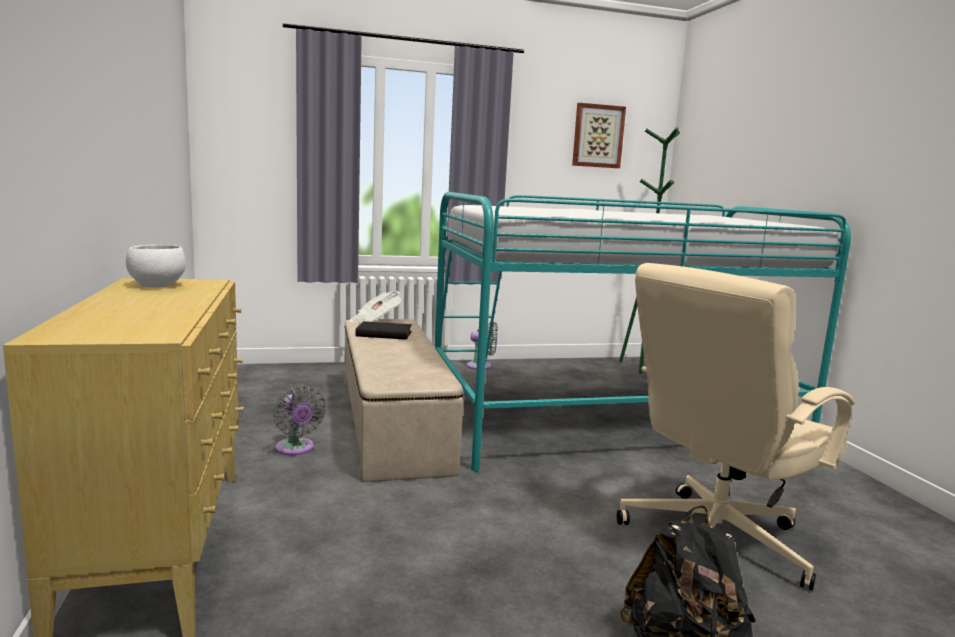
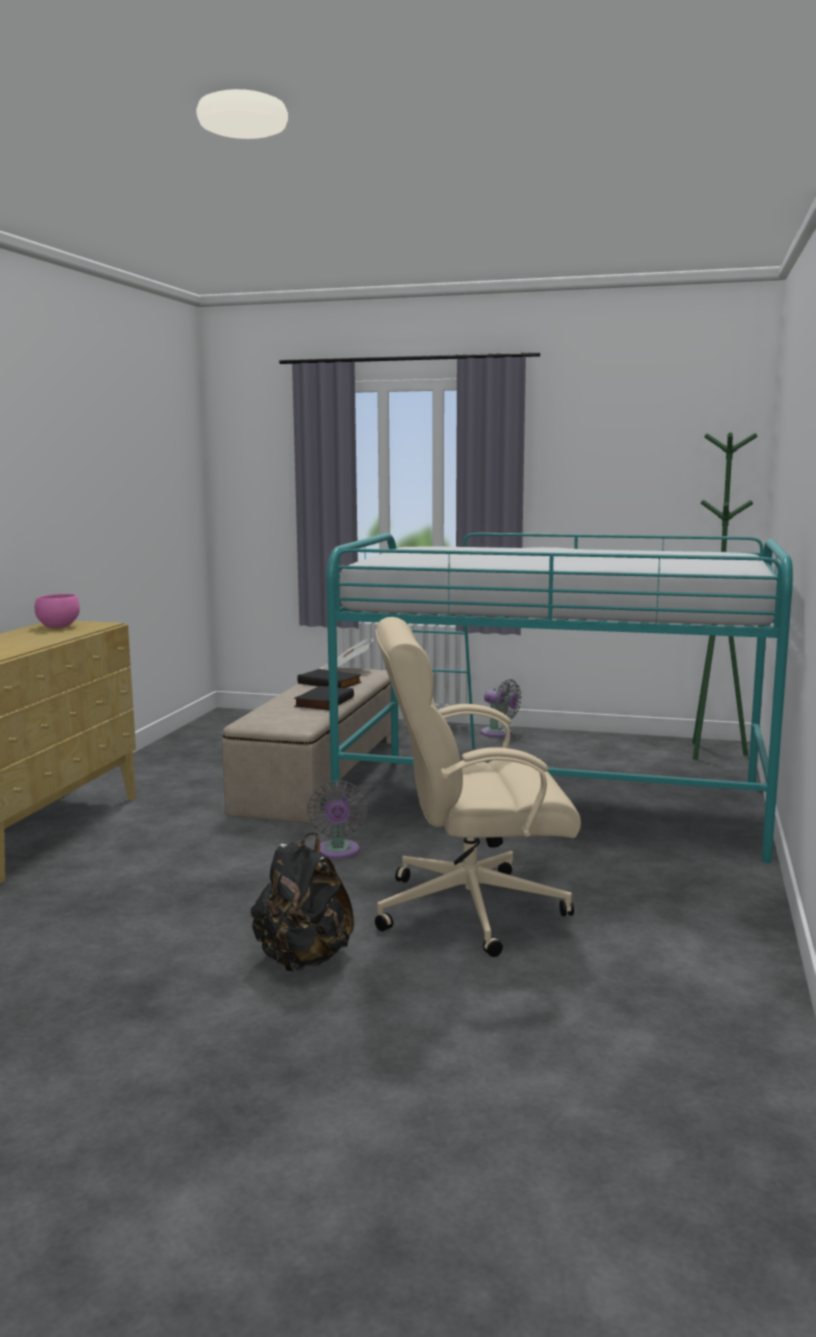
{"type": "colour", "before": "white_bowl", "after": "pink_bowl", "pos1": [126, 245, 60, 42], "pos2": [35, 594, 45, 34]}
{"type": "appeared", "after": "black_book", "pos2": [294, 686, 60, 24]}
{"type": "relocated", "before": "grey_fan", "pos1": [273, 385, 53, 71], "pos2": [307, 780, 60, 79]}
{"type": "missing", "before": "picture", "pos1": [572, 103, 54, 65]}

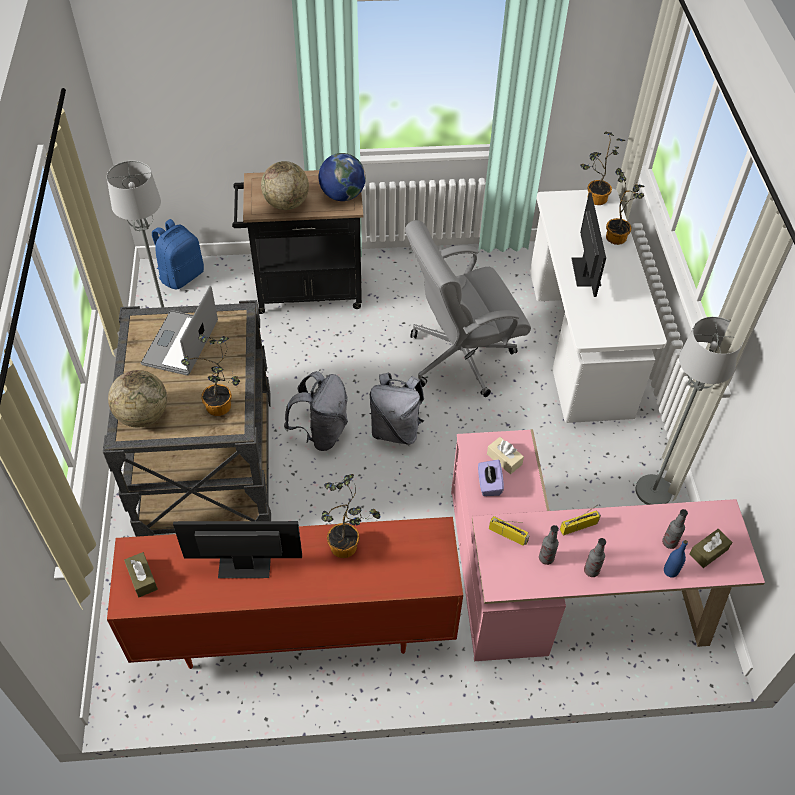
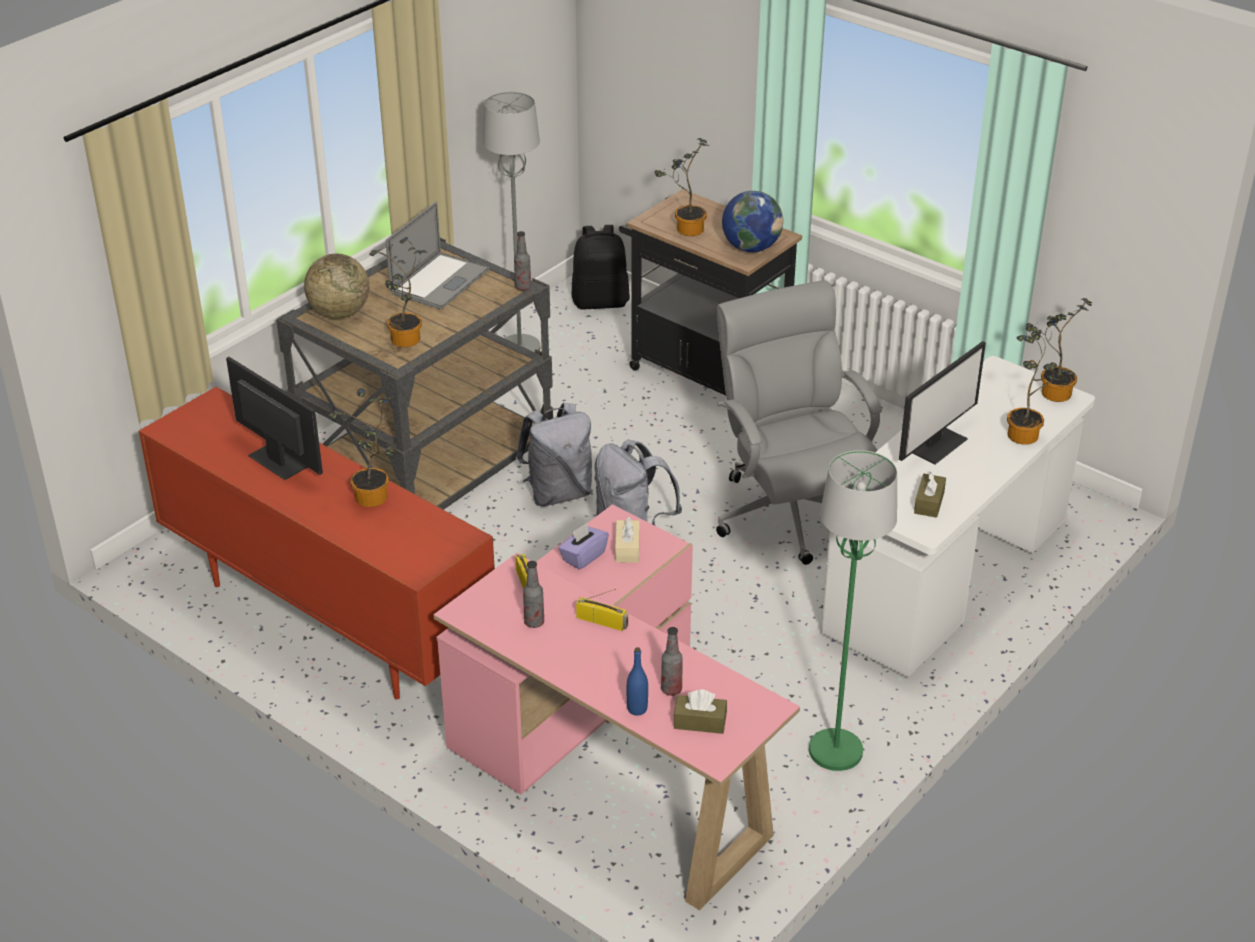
{"type": "spun", "before": "laptop", "pos1": [141, 286, 77, 90], "pos2": [386, 201, 103, 108], "turn": 150}
{"type": "relocated", "before": "bottle", "pos1": [584, 538, 22, 39], "pos2": [514, 231, 17, 60]}
{"type": "colour", "before": "blue_backpack", "after": "black_backpack", "pos1": [152, 219, 52, 70], "pos2": [572, 225, 58, 85]}
{"type": "exchanged", "before": "globe", "after": "potted_plant", "pos1": [261, 161, 48, 49], "pos2": [655, 138, 54, 98]}
{"type": "spun", "before": "grey_office_chair", "pos1": [405, 220, 126, 177], "pos2": [716, 280, 166, 285], "turn": 45}
{"type": "colour", "before": "grey_floor_lamp", "after": "green_floor_lamp", "pos1": [635, 317, 108, 188], "pos2": [809, 450, 88, 321]}
{"type": "relocated", "before": "brown_tissue_box", "pos1": [124, 552, 34, 45], "pos2": [914, 471, 32, 47]}

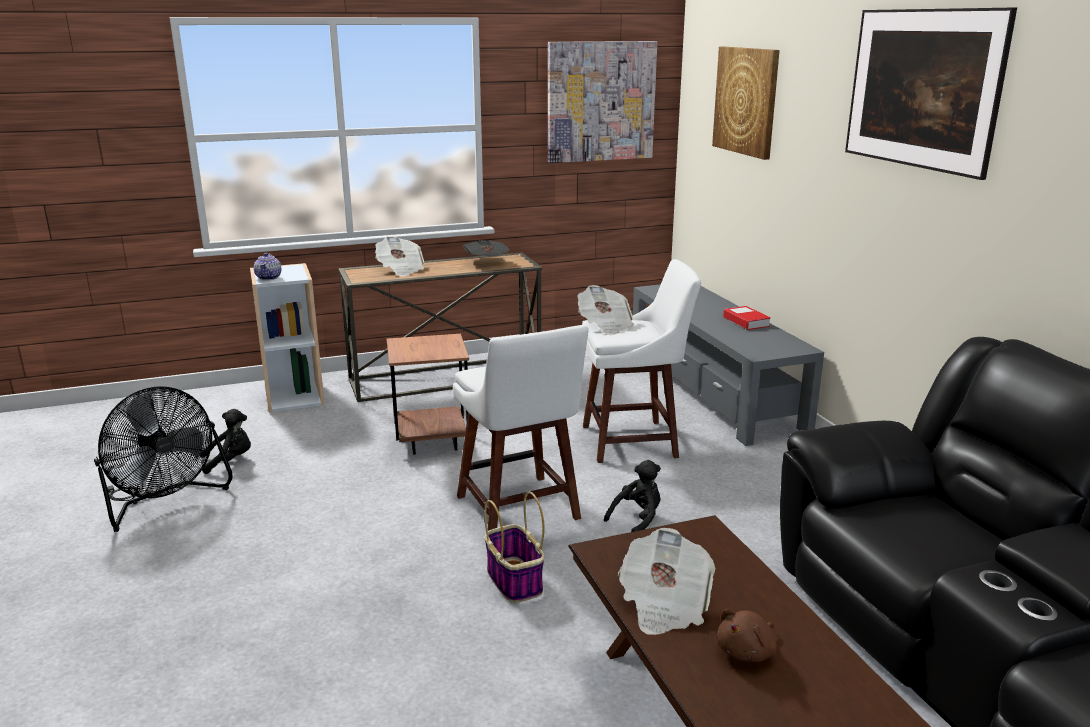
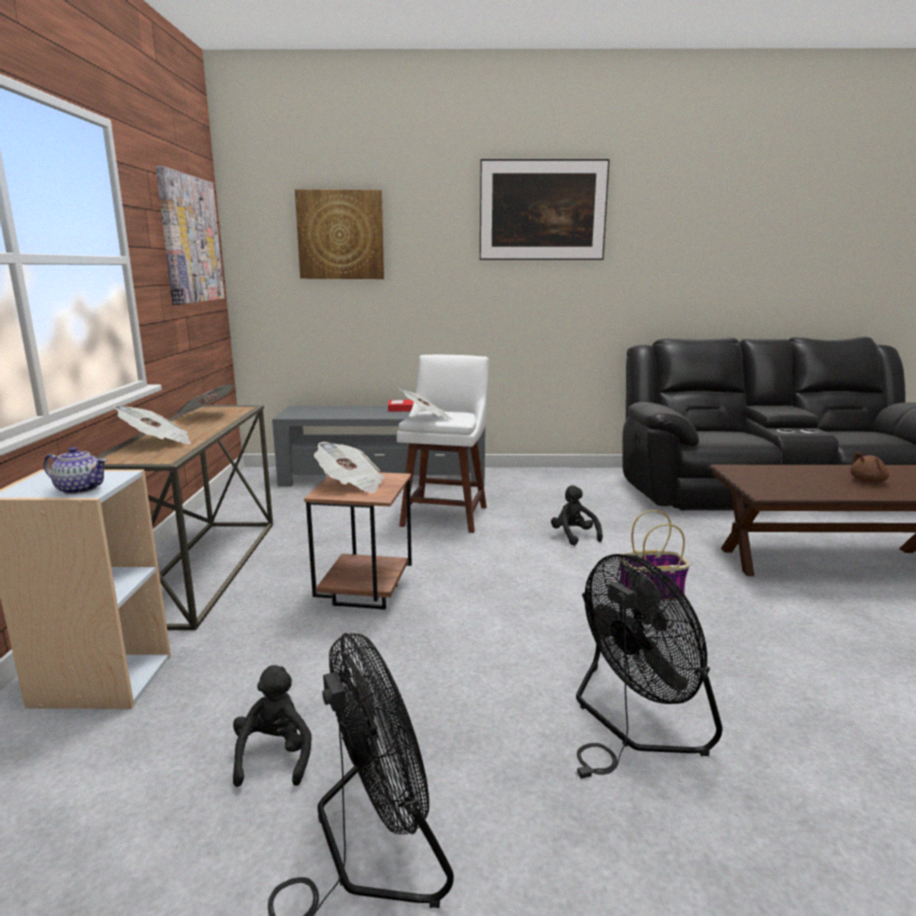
{"type": "relocated", "before": "newspaper", "pos1": [618, 528, 98, 107], "pos2": [314, 442, 71, 51]}
{"type": "appeared", "after": "black_fan", "pos2": [575, 554, 148, 225]}
{"type": "spun", "before": "brown_plush_toy", "pos1": [717, 609, 60, 53], "pos2": [850, 452, 39, 31], "turn": 90}
{"type": "missing", "before": "white_stool", "pos1": [453, 325, 135, 206]}

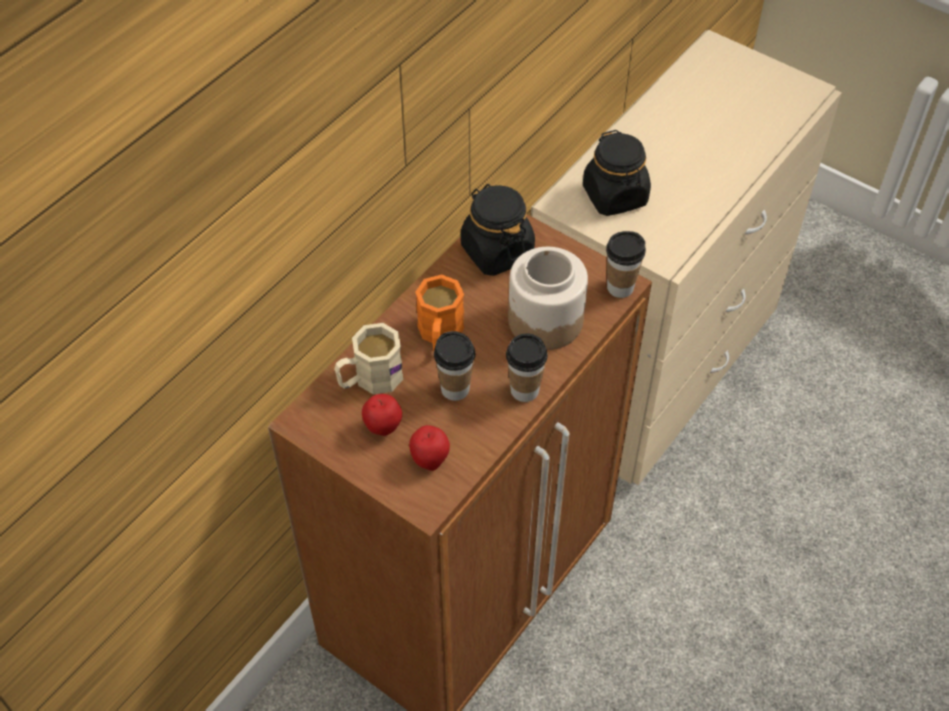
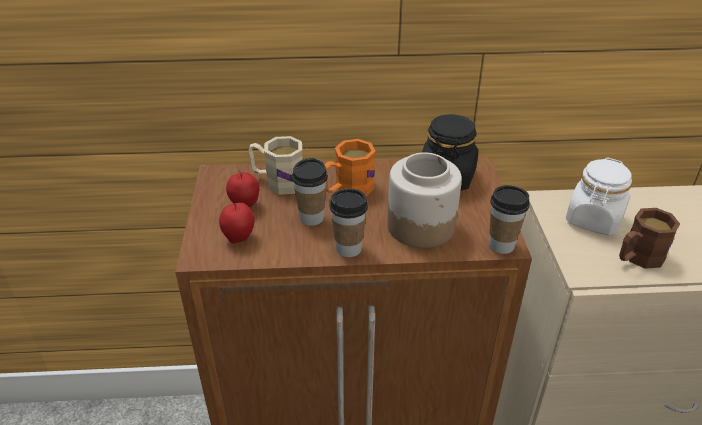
{"type": "colour", "before": "black_jar", "after": "white_jar", "pos1": [583, 130, 68, 86], "pos2": [566, 158, 66, 78]}
{"type": "appeared", "after": "brown_mug", "pos2": [619, 208, 61, 61]}

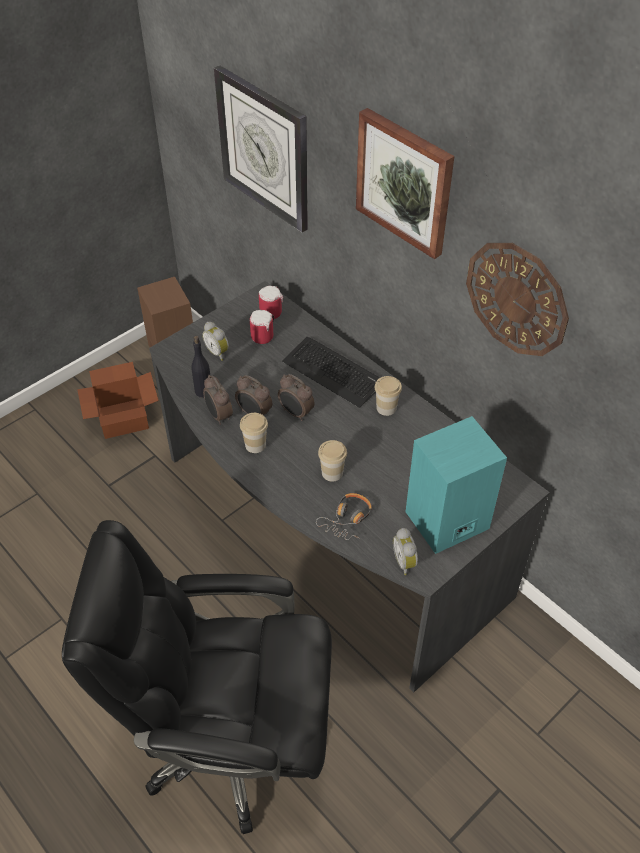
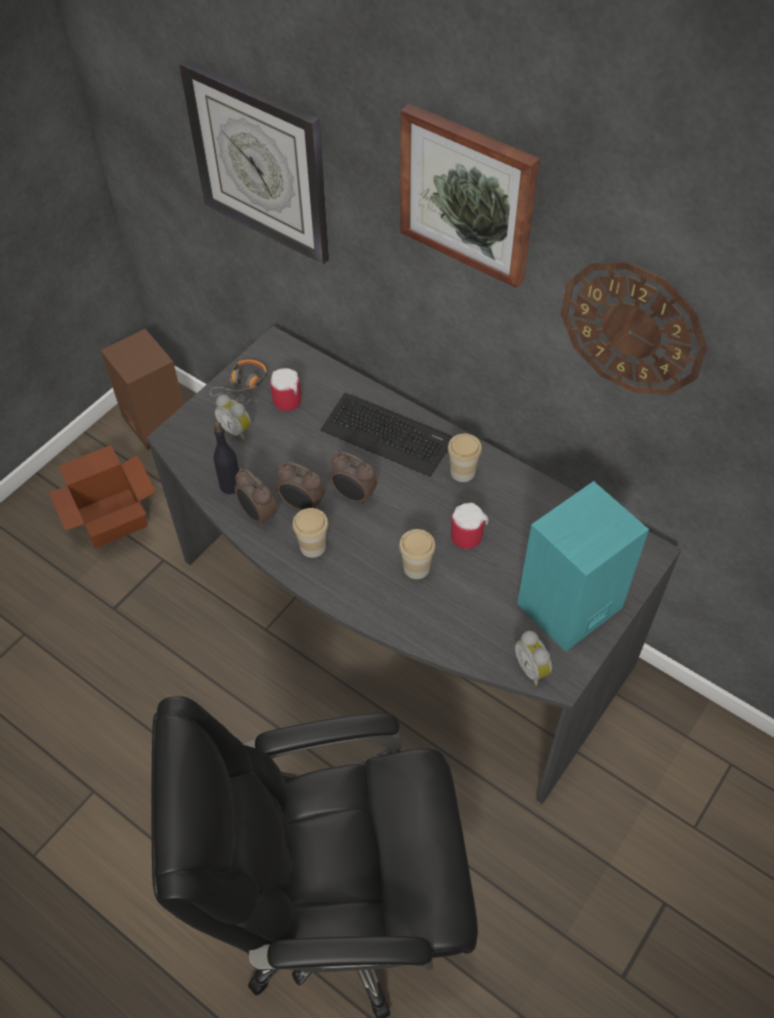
{"type": "relocated", "before": "headphones", "pos1": [316, 493, 56, 47], "pos2": [210, 359, 57, 46]}
{"type": "relocated", "before": "mug", "pos1": [259, 286, 24, 33], "pos2": [451, 503, 38, 46]}

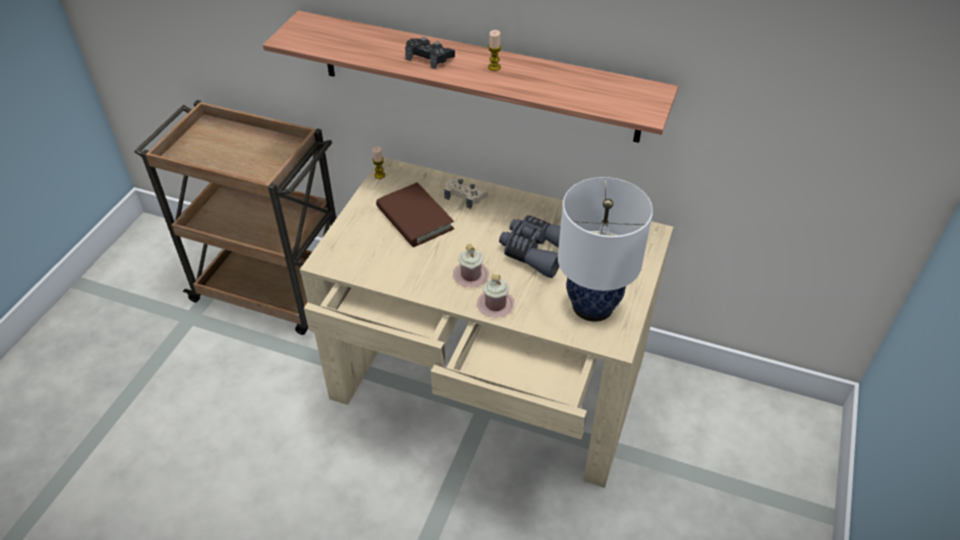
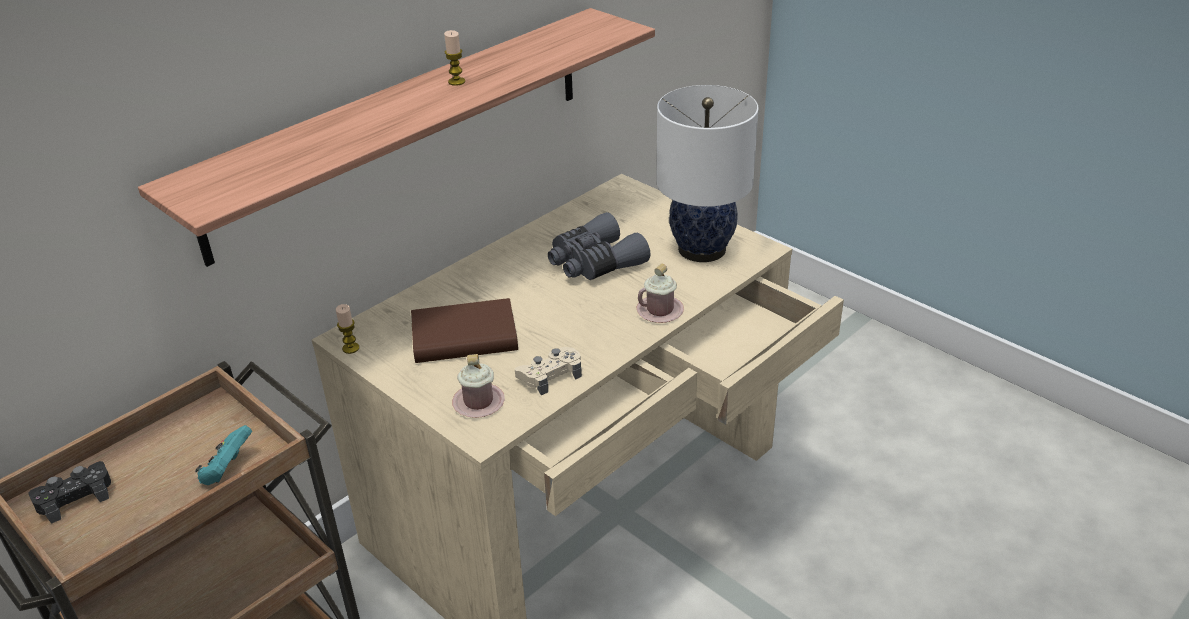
{"type": "relocated", "before": "black_game_controller", "pos1": [405, 37, 50, 32], "pos2": [28, 461, 83, 63]}
{"type": "appeared", "after": "turquoise_game_controller", "pos2": [195, 425, 57, 60]}
{"type": "relocated", "before": "pink_mug", "pos1": [453, 244, 36, 43], "pos2": [452, 354, 53, 64]}
{"type": "relocated", "before": "beige_game_controller", "pos1": [444, 178, 44, 31], "pos2": [515, 347, 67, 48]}

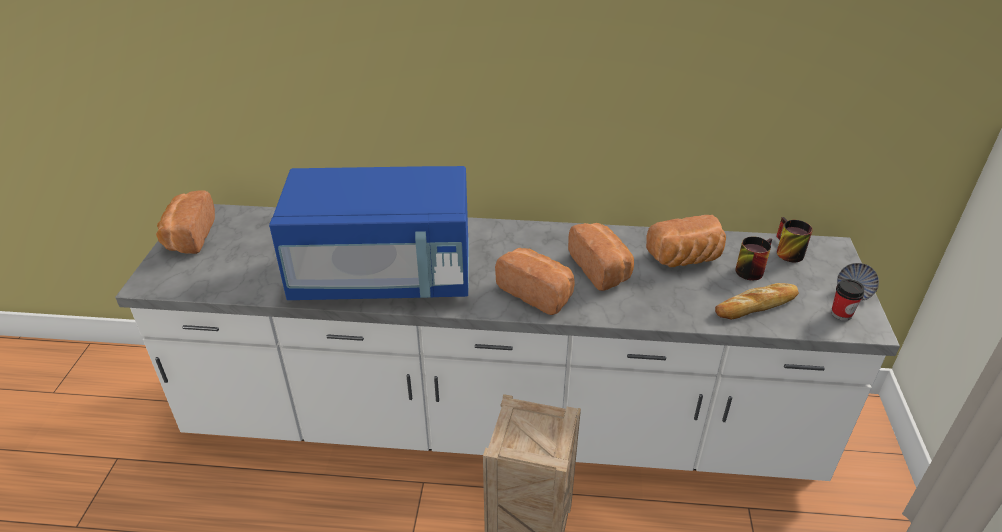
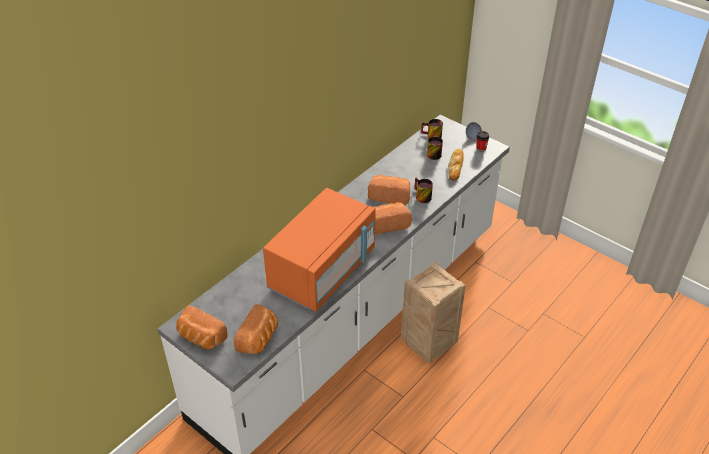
{"type": "relocated", "before": "bread", "pos1": [646, 215, 80, 52], "pos2": [234, 304, 44, 50]}
{"type": "colour", "before": "blue_microwave", "after": "orange_microwave", "pos1": [269, 166, 200, 134], "pos2": [263, 188, 113, 124]}
{"type": "appeared", "after": "mug", "pos2": [414, 178, 19, 25]}

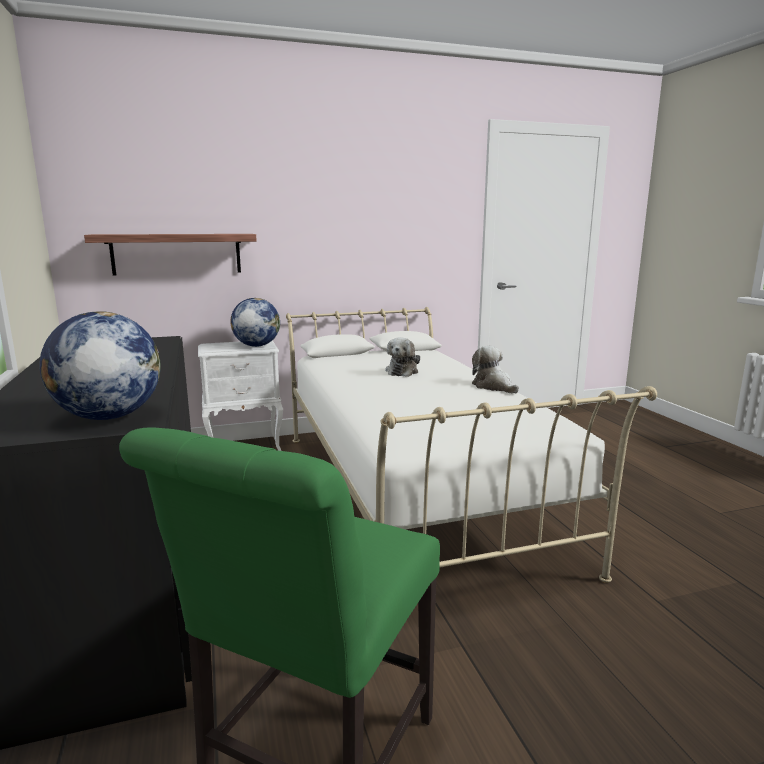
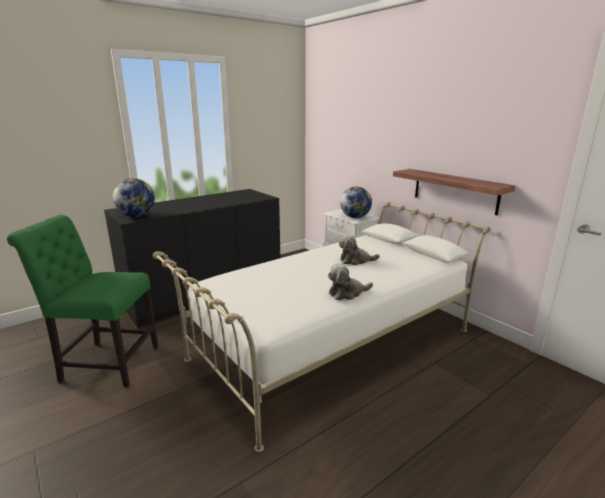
{"type": "spun", "before": "plush_toy", "pos1": [472, 346, 47, 48], "pos2": [328, 264, 45, 36], "turn": -150}
{"type": "relocated", "before": "shelf", "pos1": [84, 234, 173, 41], "pos2": [393, 169, 123, 46]}

